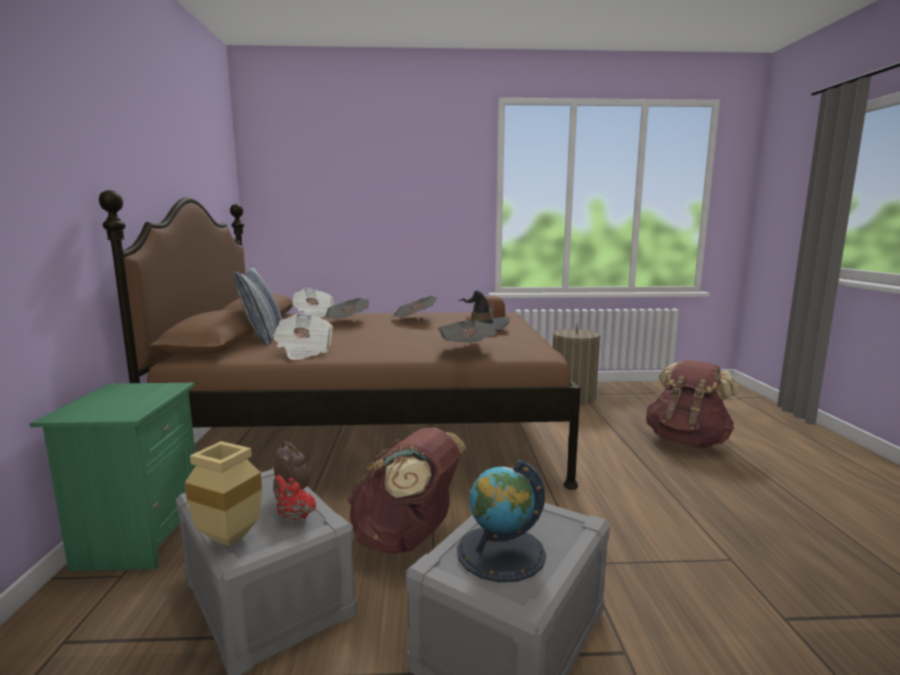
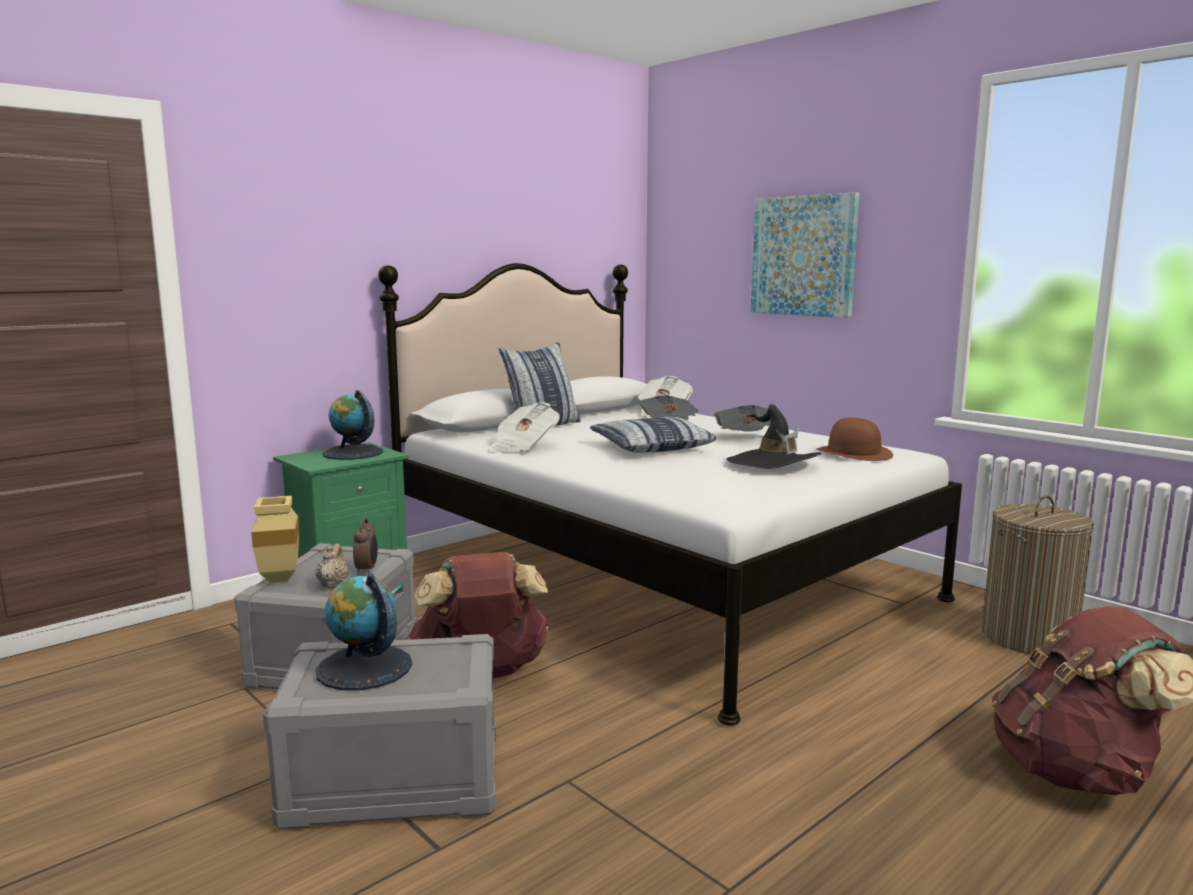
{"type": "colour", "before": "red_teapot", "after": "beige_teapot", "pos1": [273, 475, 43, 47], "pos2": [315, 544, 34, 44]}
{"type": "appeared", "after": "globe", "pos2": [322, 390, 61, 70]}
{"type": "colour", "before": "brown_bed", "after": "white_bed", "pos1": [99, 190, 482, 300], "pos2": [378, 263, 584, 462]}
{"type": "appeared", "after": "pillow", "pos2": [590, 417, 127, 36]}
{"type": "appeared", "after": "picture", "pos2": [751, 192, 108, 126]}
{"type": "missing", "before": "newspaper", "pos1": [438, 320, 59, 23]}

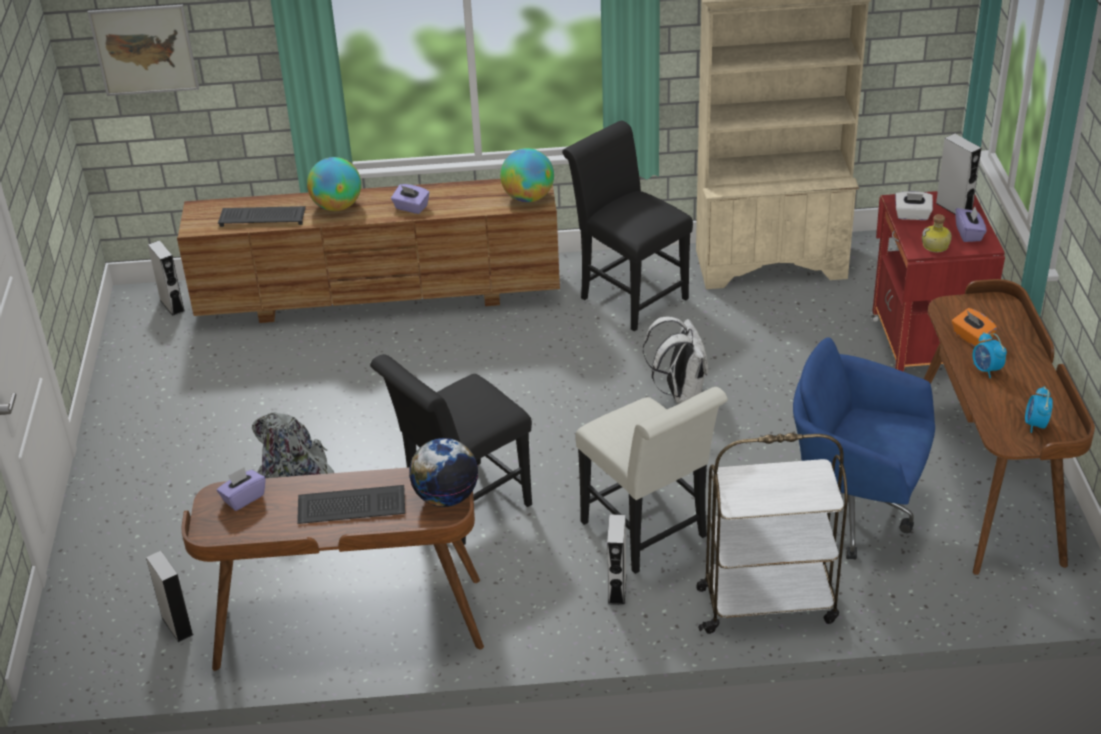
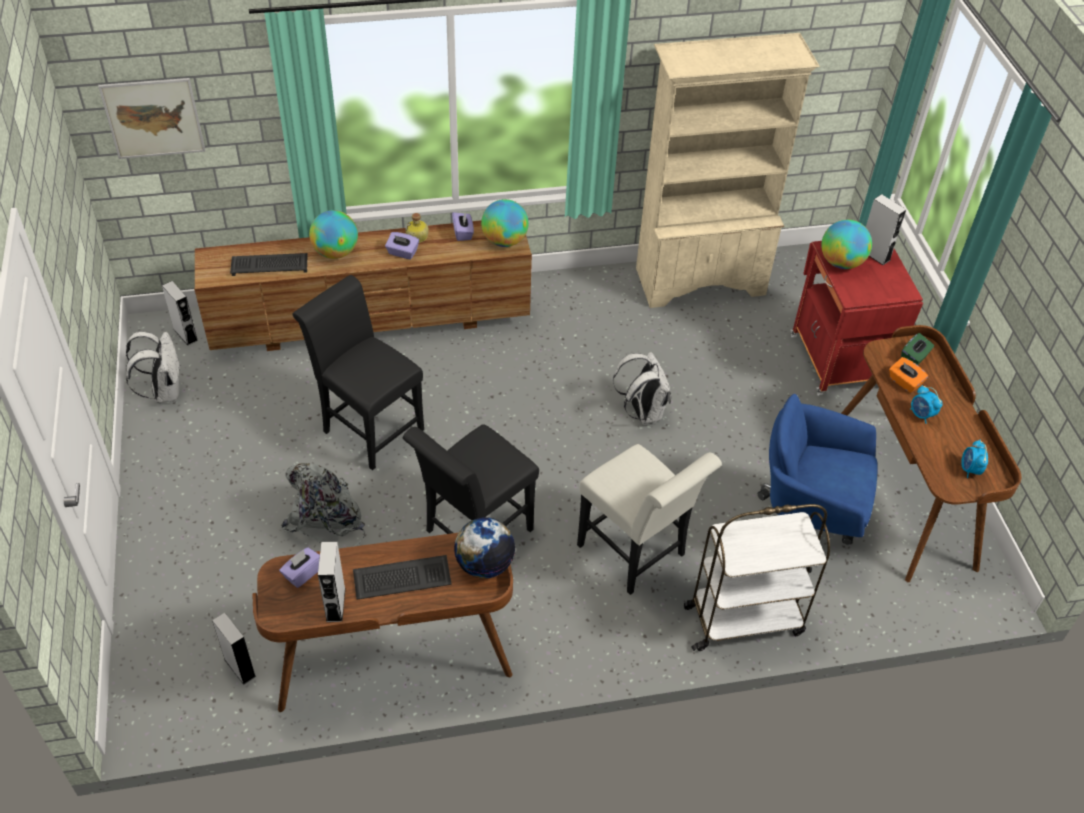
{"type": "appeared", "after": "white_backpack", "pos2": [126, 332, 55, 71]}
{"type": "relocated", "before": "black_chair", "pos1": [562, 120, 131, 211], "pos2": [292, 275, 132, 195]}
{"type": "relocated", "before": "grey_speaker", "pos1": [607, 514, 20, 91], "pos2": [318, 541, 27, 81]}
{"type": "relocated", "before": "bottle", "pos1": [922, 214, 30, 38], "pos2": [405, 213, 24, 30]}
{"type": "relocated", "before": "purple_tissue_box", "pos1": [956, 207, 31, 35], "pos2": [452, 211, 22, 30]}
{"type": "exchanged", "before": "white_tissue_box", "after": "globe", "pos1": [895, 191, 38, 29], "pos2": [821, 220, 51, 49]}
{"type": "appeared", "after": "green_tissue_box", "pos2": [901, 333, 33, 32]}

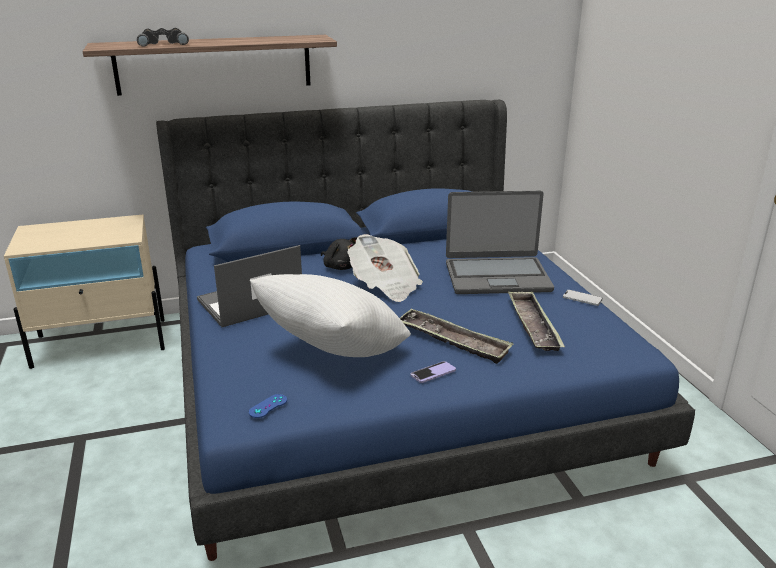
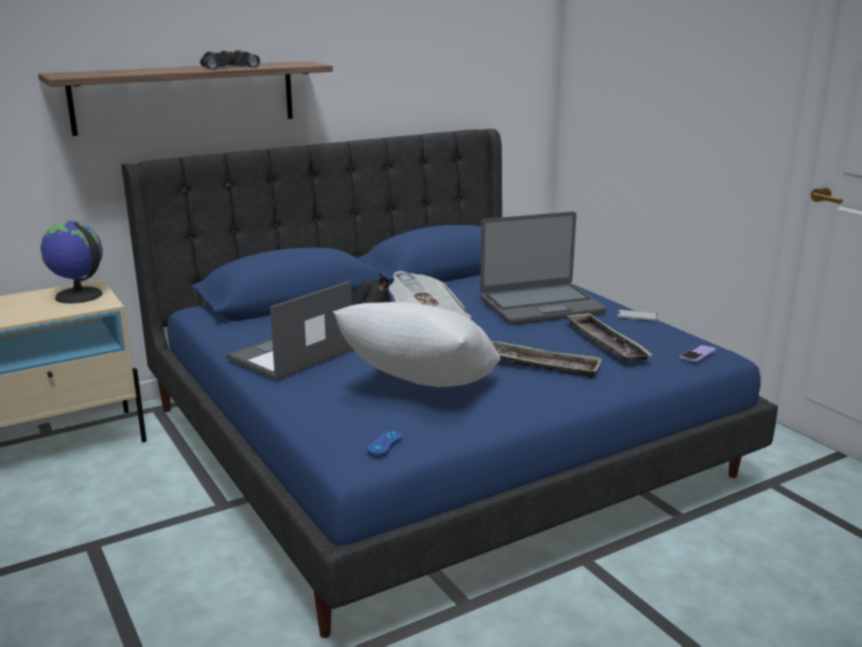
{"type": "appeared", "after": "globe", "pos2": [40, 221, 63, 82]}
{"type": "relocated", "before": "black_binoculars", "pos1": [137, 28, 52, 19], "pos2": [200, 50, 60, 20]}
{"type": "relocated", "before": "phone", "pos1": [411, 361, 45, 22], "pos2": [679, 345, 37, 17]}

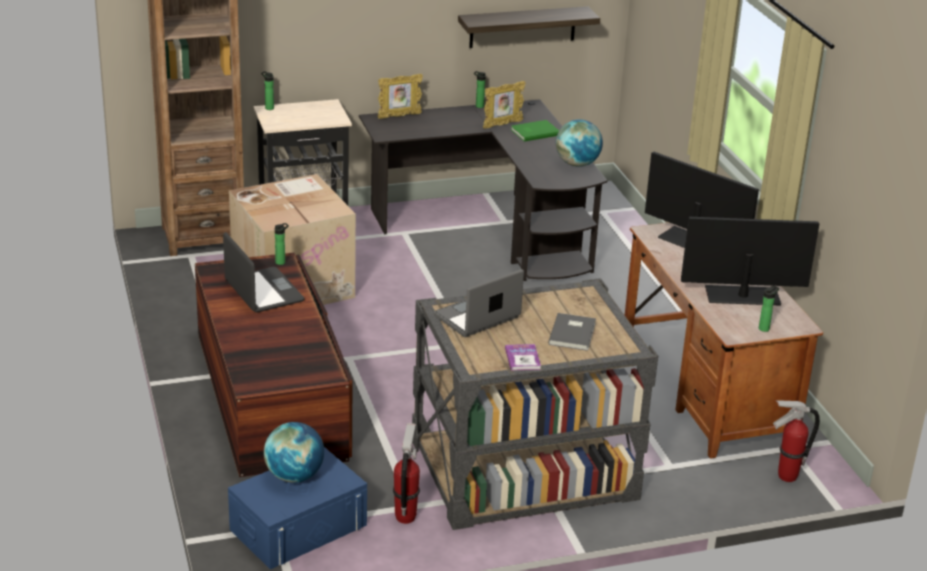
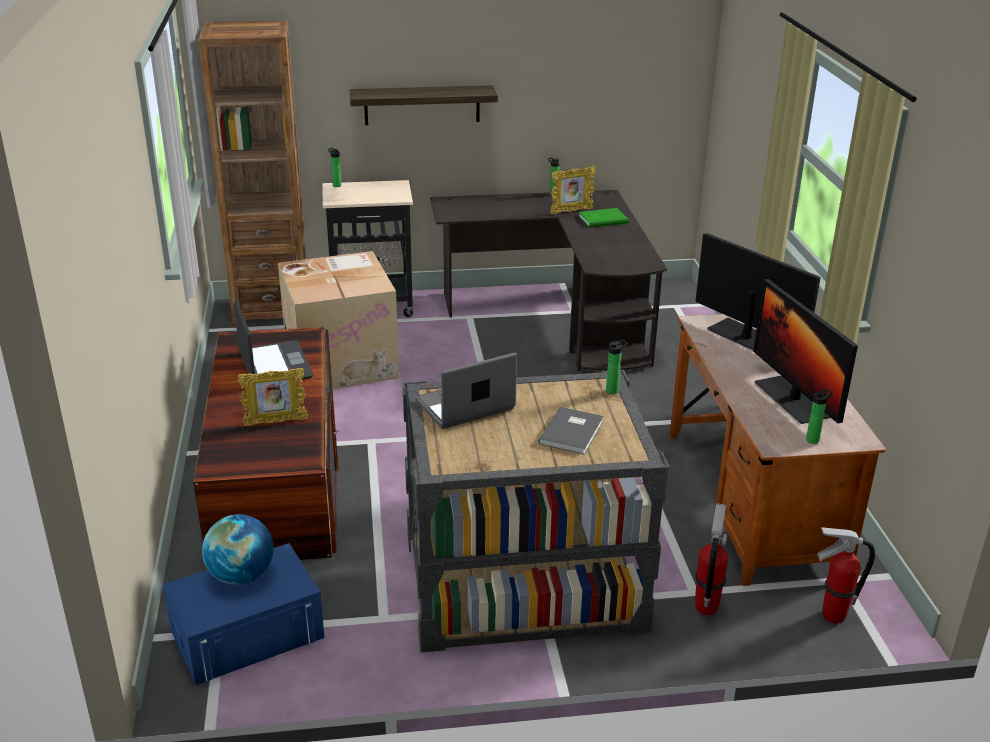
{"type": "relocated", "before": "picture_frame", "pos1": [378, 74, 45, 45], "pos2": [238, 368, 70, 58]}
{"type": "relocated", "before": "shelf", "pos1": [458, 6, 142, 42], "pos2": [349, 85, 149, 40]}
{"type": "relocated", "before": "bottle", "pos1": [275, 223, 14, 42], "pos2": [606, 340, 22, 54]}
{"type": "relocated", "before": "fire_extinguisher", "pos1": [393, 423, 27, 101], "pos2": [695, 504, 33, 111]}
{"type": "spun", "before": "monitor", "pos1": [681, 217, 138, 89], "pos2": [753, 279, 105, 145], "turn": -120}
{"type": "missing", "before": "book", "pos1": [505, 344, 36, 27]}
{"type": "missing", "before": "globe", "pos1": [556, 119, 47, 48]}

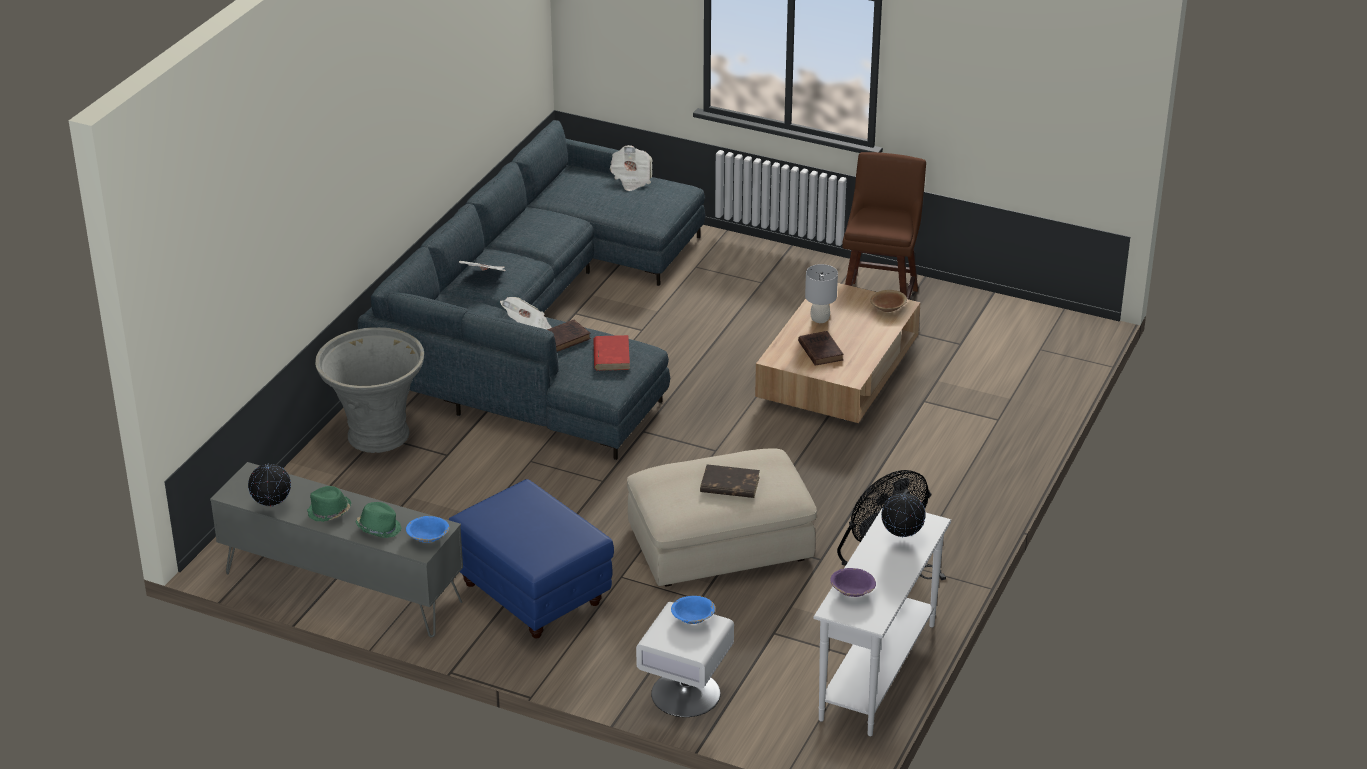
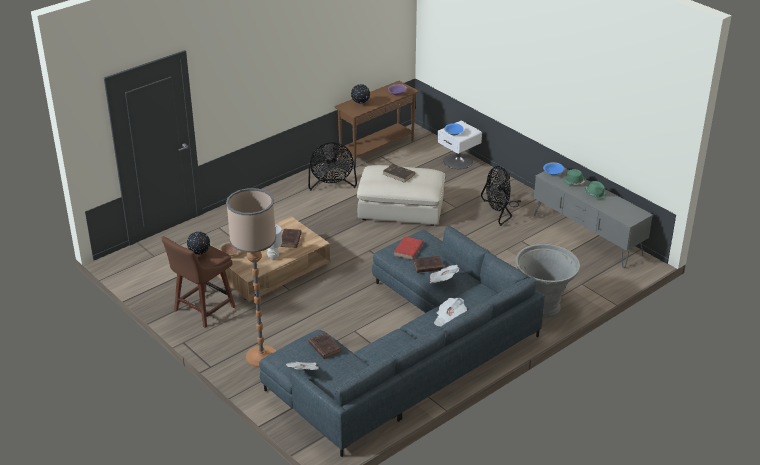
{"type": "relocated", "before": "globe", "pos1": [248, 463, 43, 44], "pos2": [187, 231, 23, 24]}
{"type": "appeared", "after": "floor_lamp", "pos2": [226, 188, 50, 179]}
{"type": "appeared", "after": "brown_book", "pos2": [309, 333, 32, 26]}
{"type": "colour", "before": "white_console_table", "after": "brown_console_table", "pos1": [814, 507, 137, 230], "pos2": [334, 81, 85, 86]}
{"type": "exchanged", "before": "blue_ottoman", "after": "black_fan", "pos1": [449, 479, 165, 159], "pos2": [481, 166, 40, 60]}

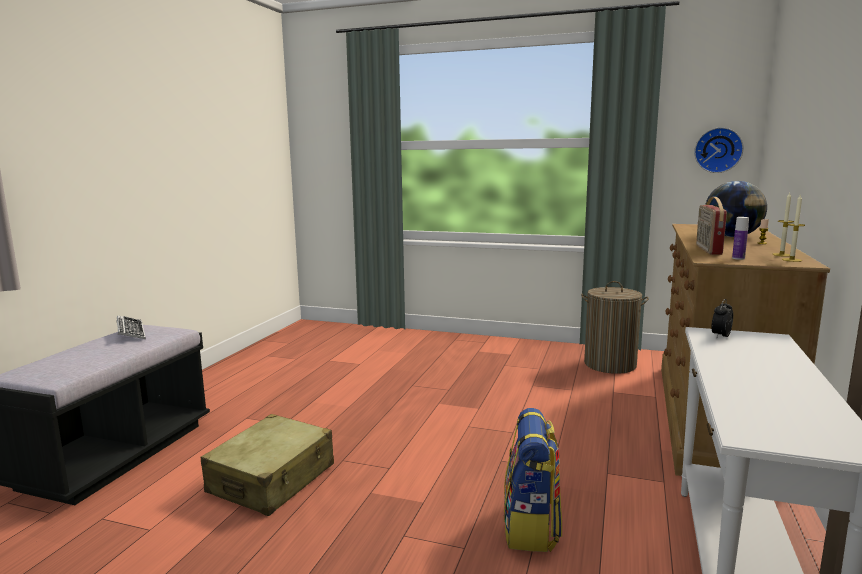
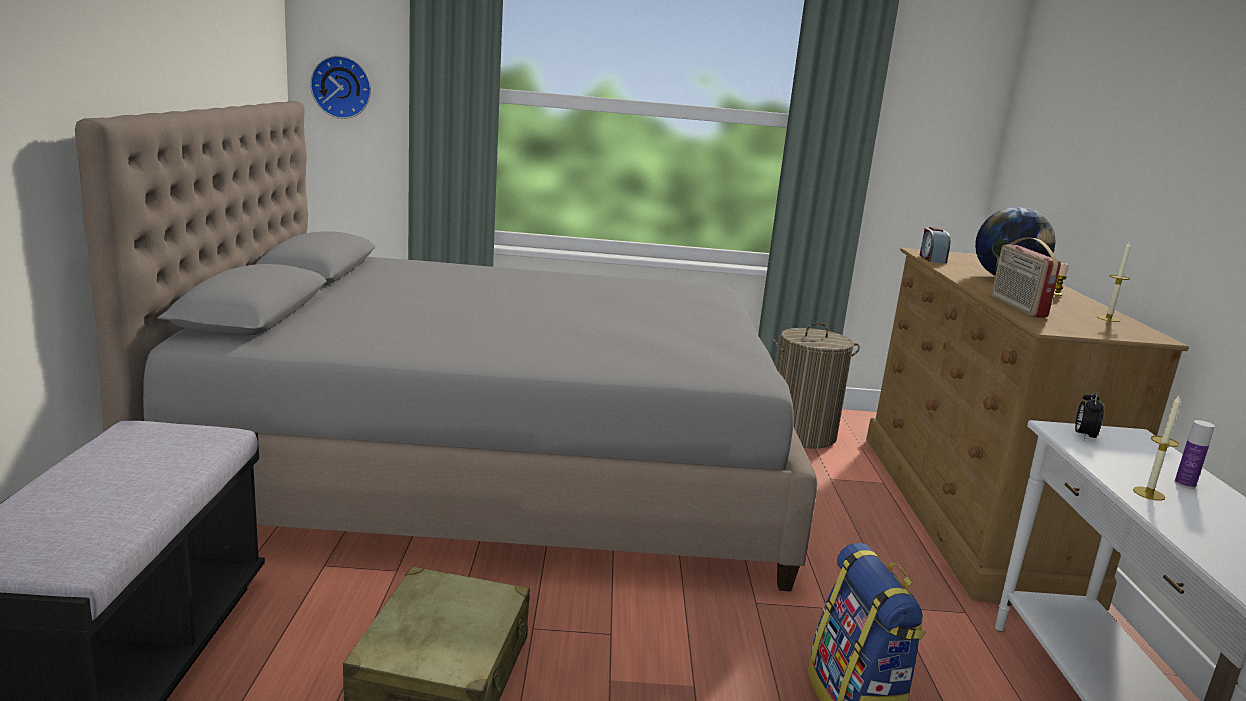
{"type": "appeared", "after": "grey_bed", "pos2": [75, 101, 743, 490]}
{"type": "relocated", "before": "wall_clock", "pos1": [694, 127, 50, 46], "pos2": [310, 55, 61, 64]}
{"type": "appeared", "after": "alarm_clock", "pos2": [920, 227, 30, 36]}
{"type": "relocated", "before": "candle", "pos1": [782, 194, 23, 68], "pos2": [1133, 396, 47, 105]}
{"type": "relocated", "before": "bottle", "pos1": [732, 217, 17, 43], "pos2": [1174, 420, 41, 69]}
{"type": "missing", "before": "keyboard", "pos1": [116, 315, 30, 24]}

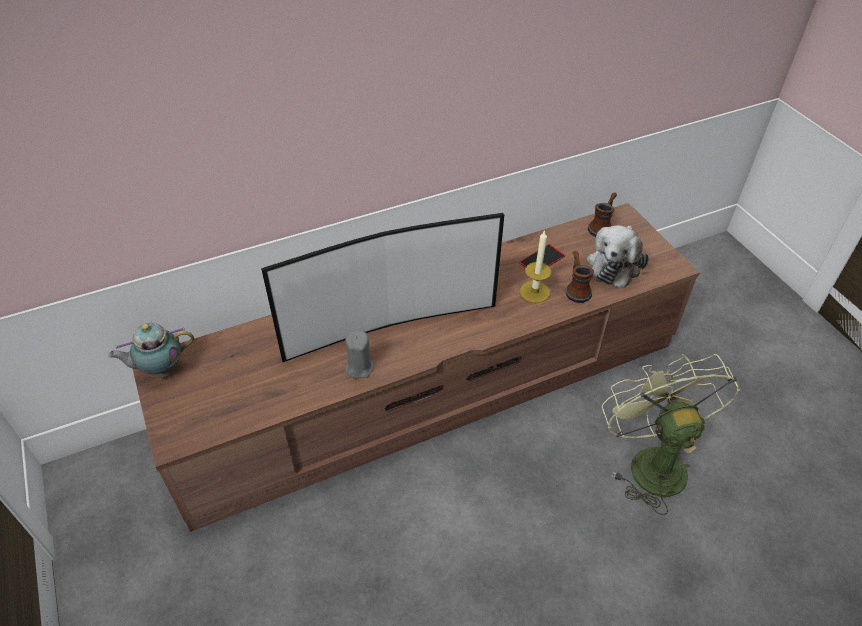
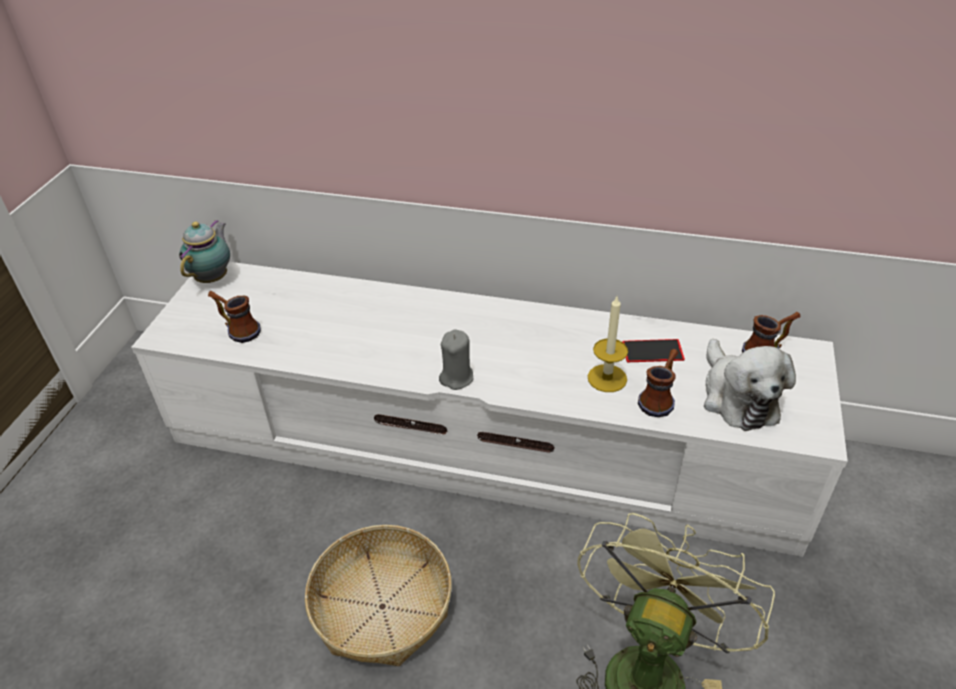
{"type": "colour", "before": "brown_tv_stand", "after": "white_tv_stand", "pos1": [132, 203, 568, 329], "pos2": [131, 262, 717, 295]}
{"type": "spun", "before": "teapot", "pos1": [108, 323, 86, 55], "pos2": [179, 220, 51, 63], "turn": 90}
{"type": "appeared", "after": "mug", "pos2": [208, 291, 53, 52]}
{"type": "appeared", "after": "basket", "pos2": [305, 525, 147, 141]}
{"type": "relocated", "before": "grey_candle", "pos1": [345, 330, 29, 49], "pos2": [439, 329, 34, 61]}
{"type": "spun", "before": "plush_toy", "pos1": [587, 225, 62, 63], "pos2": [704, 339, 92, 92], "turn": -75}
{"type": "missing", "before": "television", "pos1": [261, 213, 243, 149]}

